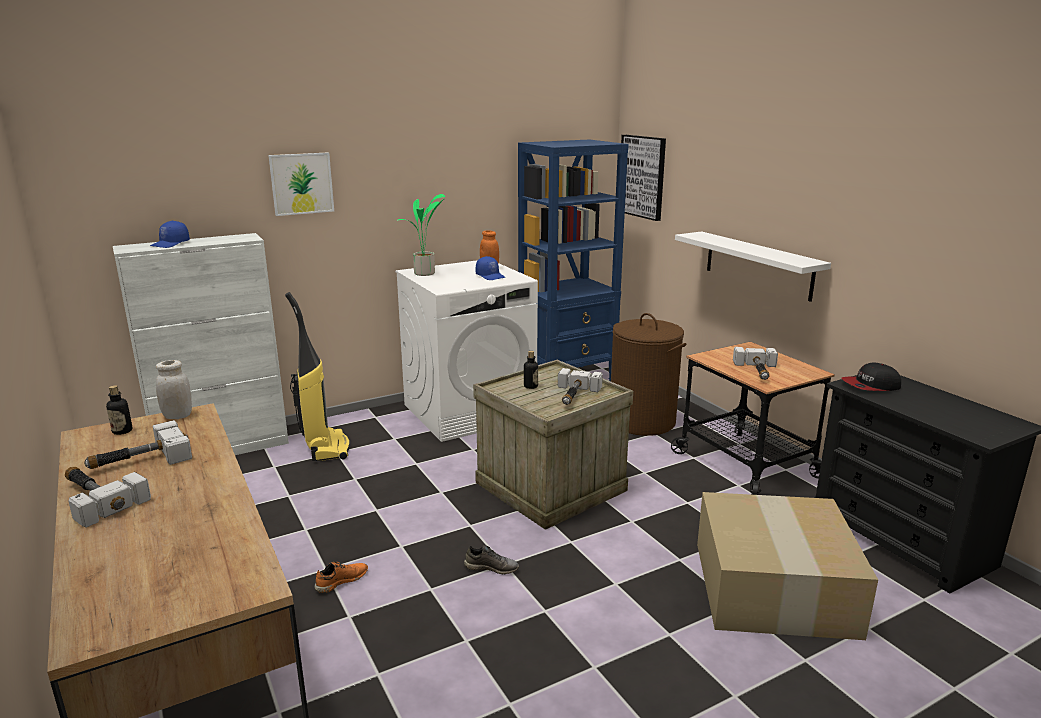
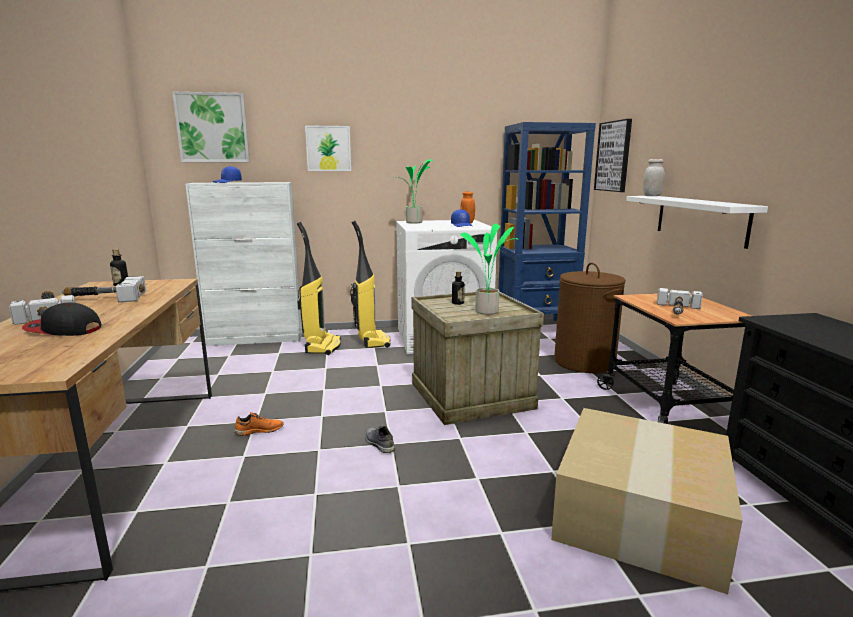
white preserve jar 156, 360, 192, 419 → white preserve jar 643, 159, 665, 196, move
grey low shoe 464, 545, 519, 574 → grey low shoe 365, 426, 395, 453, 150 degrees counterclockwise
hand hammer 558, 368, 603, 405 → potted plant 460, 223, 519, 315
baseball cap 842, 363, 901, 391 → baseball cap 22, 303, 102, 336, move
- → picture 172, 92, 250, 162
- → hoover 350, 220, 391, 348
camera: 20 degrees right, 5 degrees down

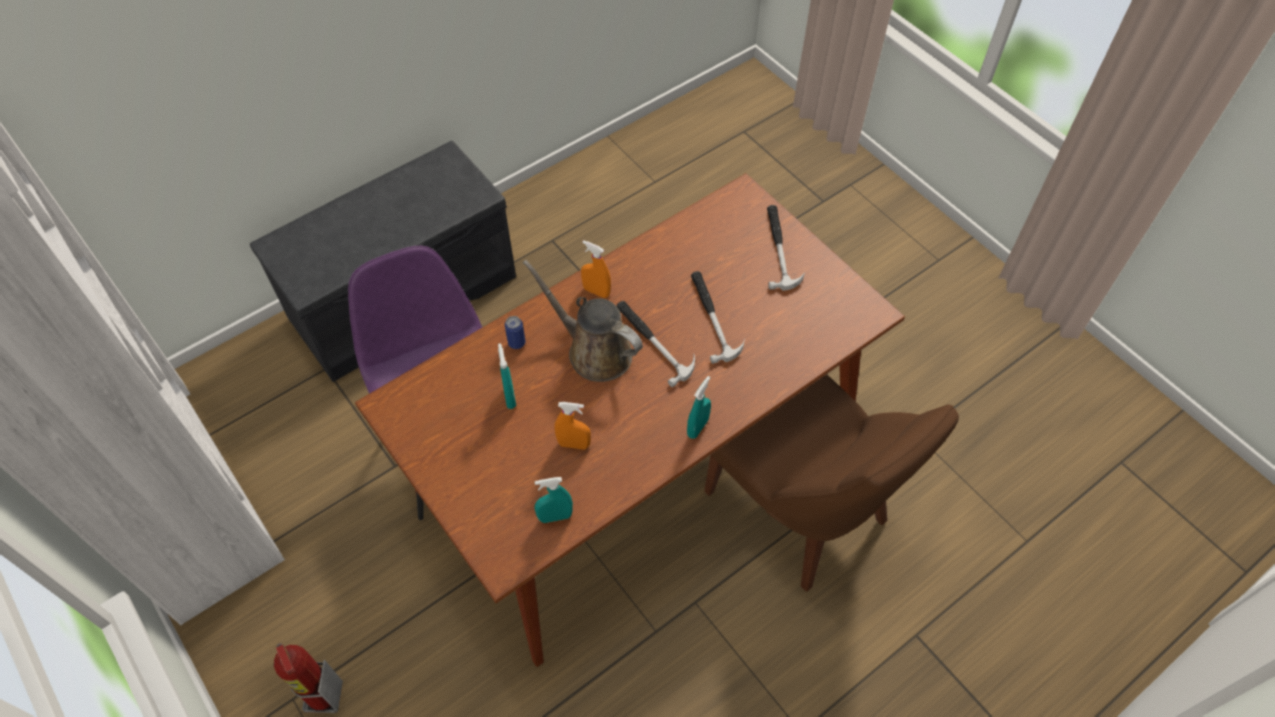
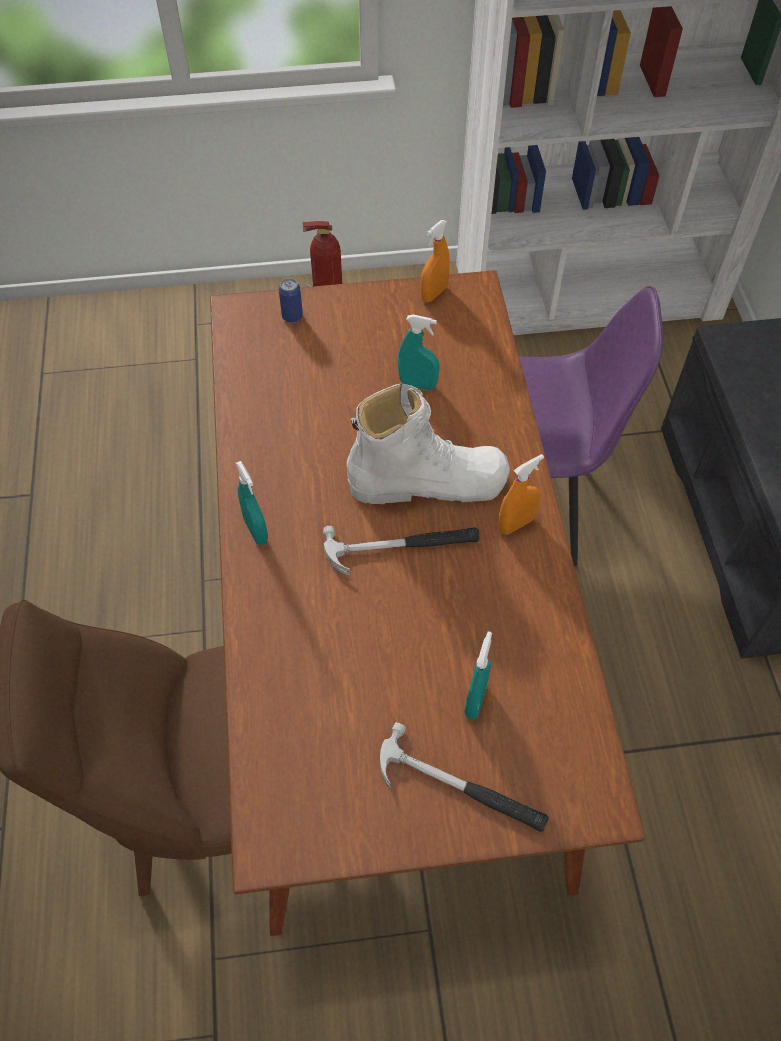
sealed can 505, 316, 526, 349 → sealed can 279, 278, 303, 323, move
brown watering can 523, 259, 643, 382 → white tall boot 347, 383, 510, 504
blue-green hand sprayer 535, 477, 573, 523 → blue-green hand sprayer 464, 631, 492, 719, move
orange hand sprayer 554, 402, 591, 449 → orange hand sprayer 421, 220, 450, 303, move
hand hammer 691, 271, 745, 364 → -
camera: 120 degrees right, 0 degrees up

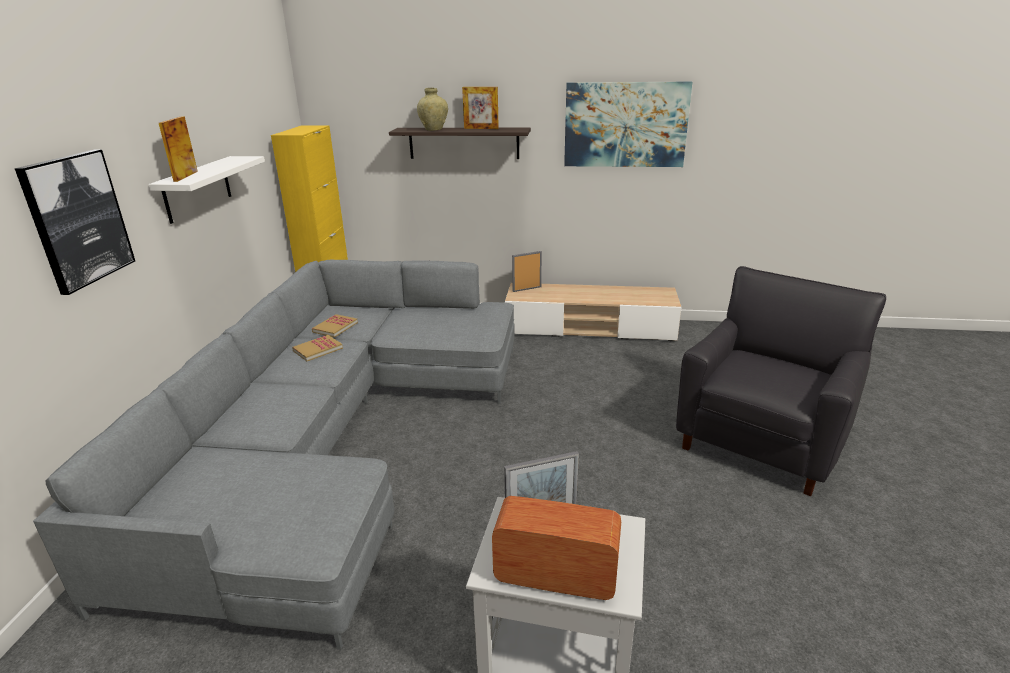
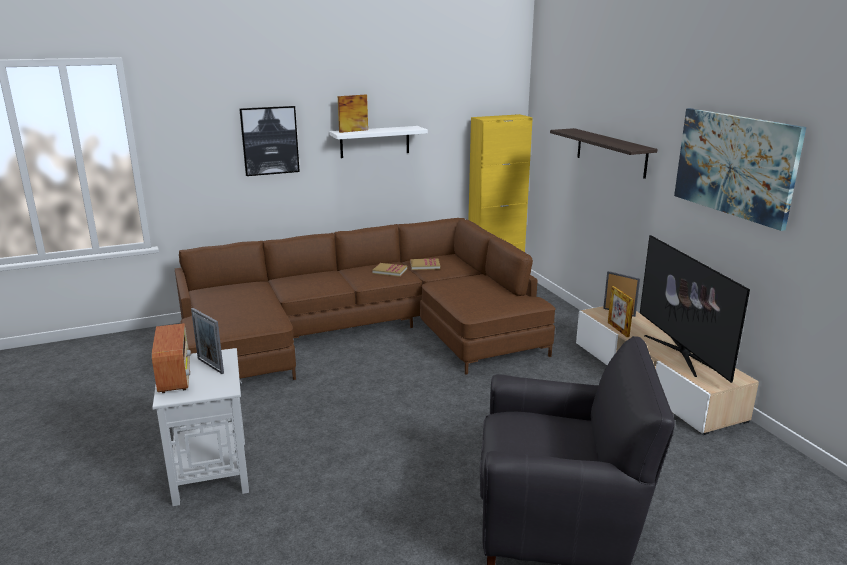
grey sofa 33, 260, 515, 650 → brown sofa 175, 218, 556, 380
sand-coloured vase 417, 88, 448, 131 → -
photo frame 462, 87, 499, 129 → photo frame 608, 286, 634, 337, move
- → television 640, 235, 750, 383
camera: 60 degrees right, 5 degrees down

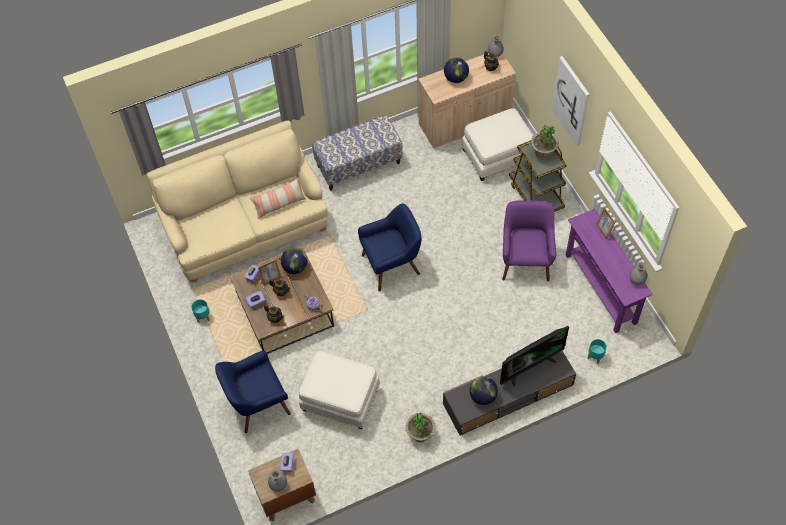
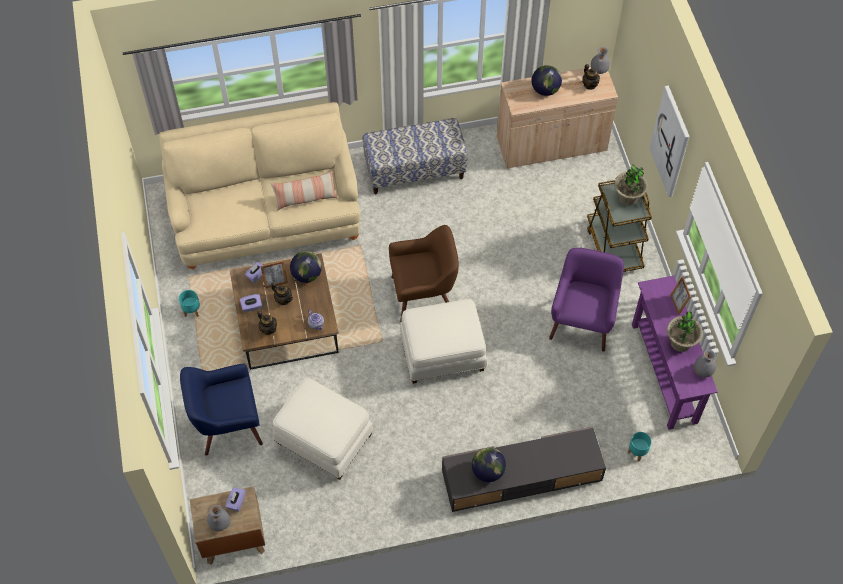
blue easy chair 358, 204, 422, 291 → brown easy chair 389, 225, 459, 322
potted plant 406, 413, 435, 442 → potted plant 667, 312, 703, 352, move
white ottoman 461, 108, 533, 181 → white ottoman 400, 299, 487, 384, move
television 500, 326, 569, 386 → -
camera: 10 degrees right, 0 degrees up

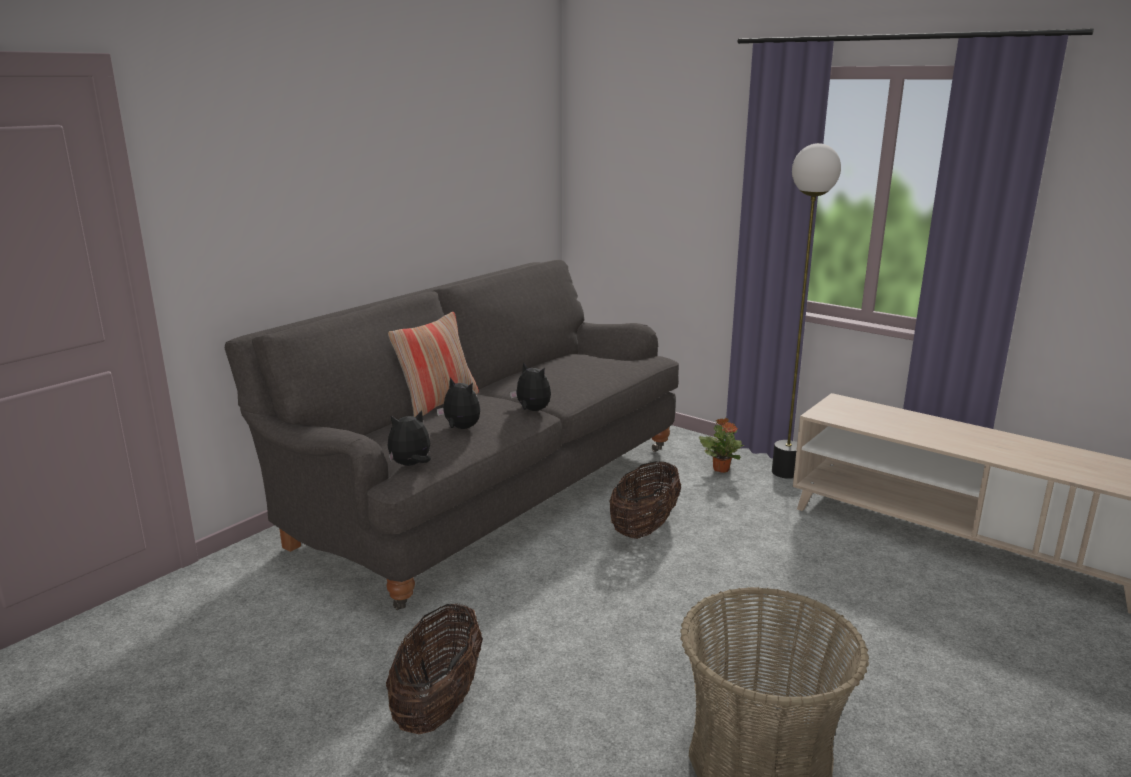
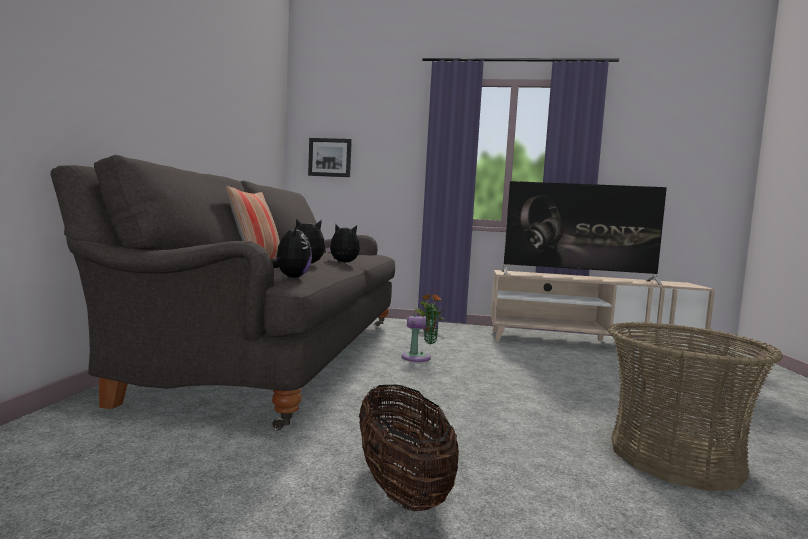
plush toy 388, 410, 431, 466 → plush toy 272, 225, 312, 278, 135 degrees clockwise
household basket 609, 461, 681, 539 → greenish electric fan 402, 304, 438, 362
standing lamp 772, 143, 841, 479 → -
- → picture 308, 138, 352, 177
- → television 502, 181, 667, 285
camera: 30 degrees left, 15 degrees down

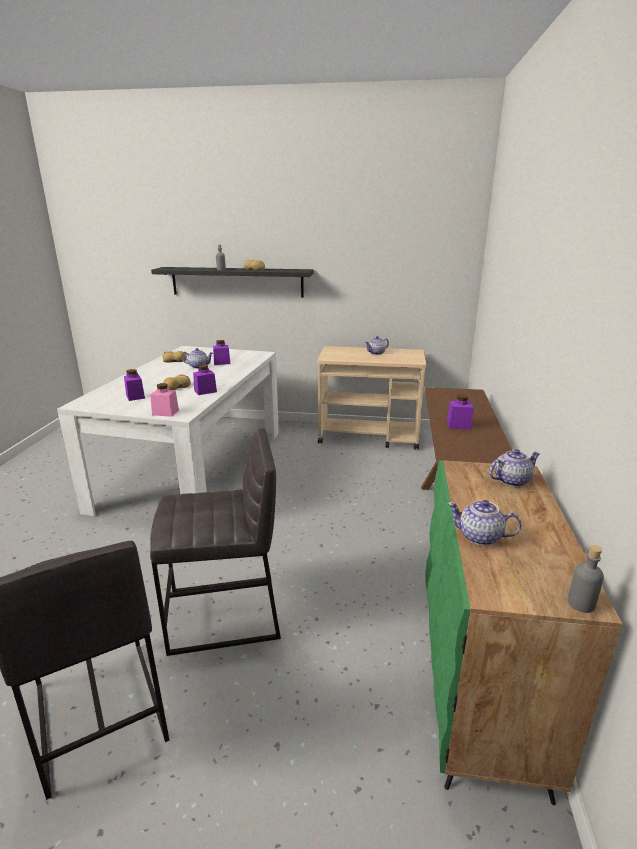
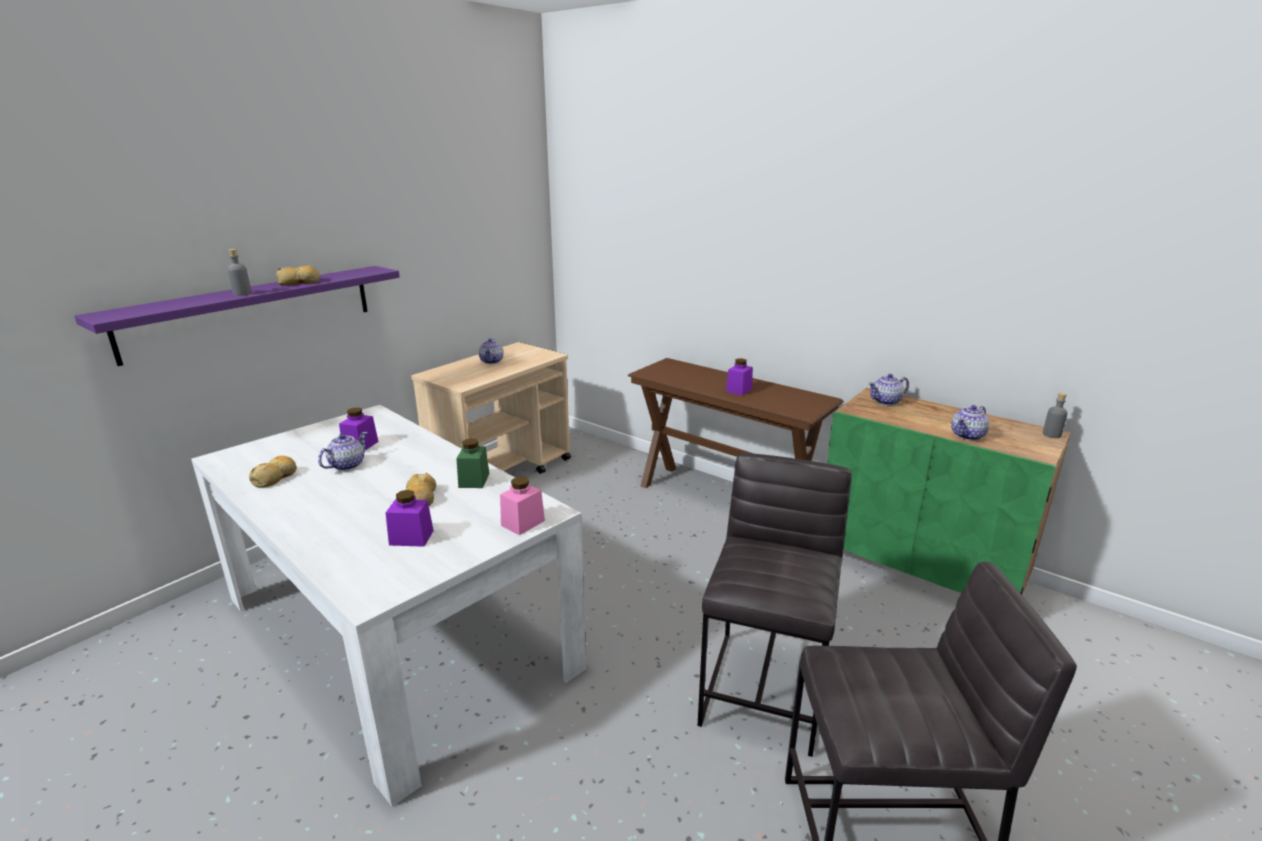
black-coloured bracket shelf 151, 267, 314, 298 → purplish bracket shelf 74, 266, 400, 366
purplish preserve jar 193, 365, 217, 395 → greenish preserve jar 456, 438, 489, 488
teapot 489, 449, 540, 487 → teapot 868, 374, 909, 405, 120 degrees counterclockwise
camera: 60 degrees left, 0 degrees up

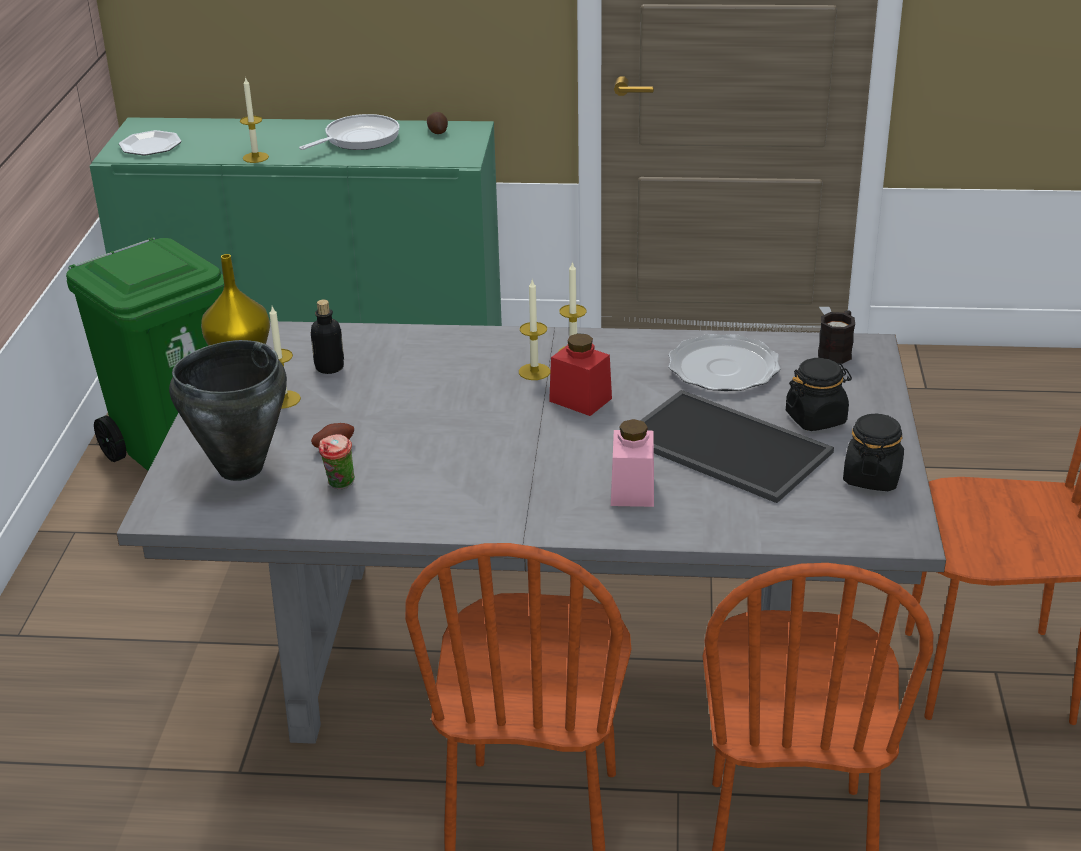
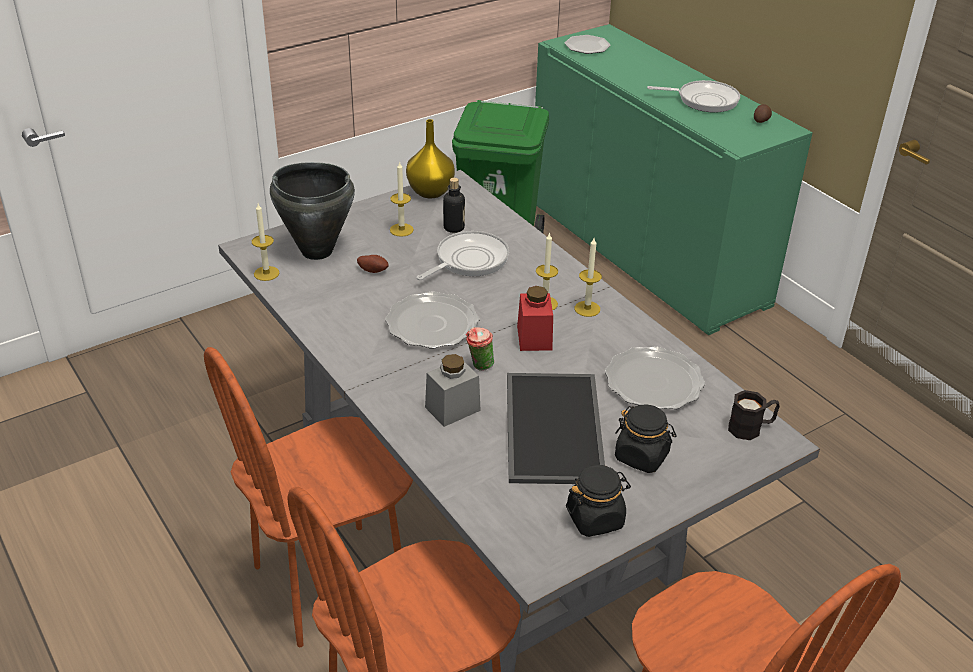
wax light 240, 77, 269, 163 → wax light 252, 204, 279, 281, move
small cup 319, 434, 355, 489 → small cup 466, 327, 494, 371, move
pink preserve jar 611, 419, 654, 507 → grey preserve jar 425, 354, 481, 427
- → dinner plate 385, 292, 479, 348
- → skillet 417, 231, 509, 280
camera: 50 degrees right, 5 degrees up

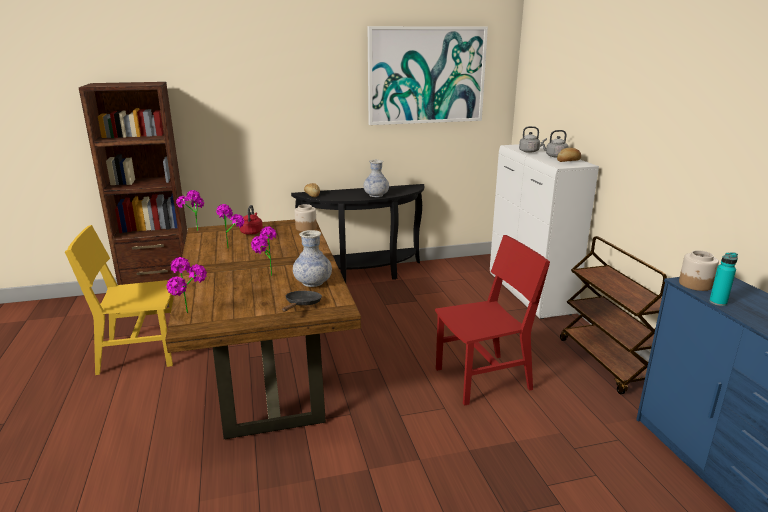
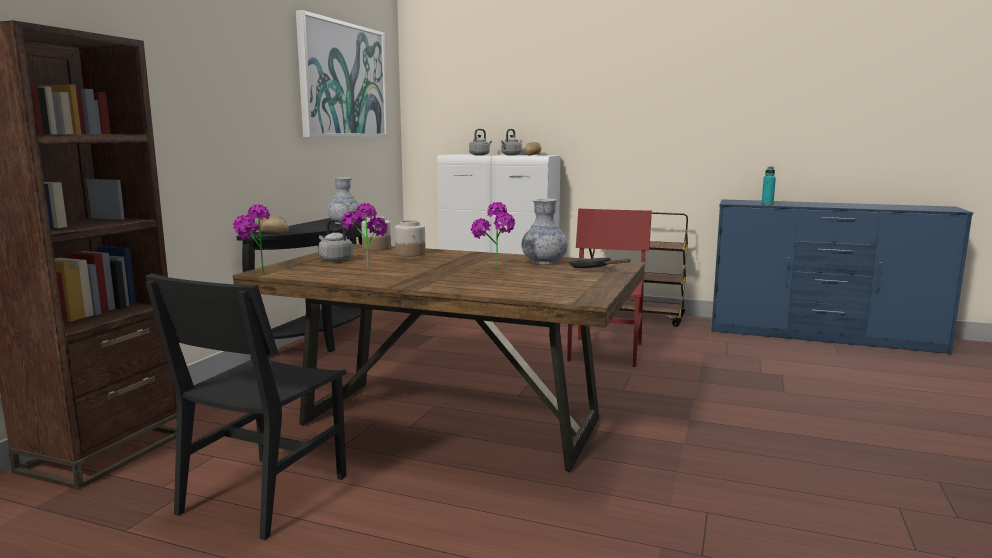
yellow chair 65, 225, 174, 375 → black-coloured chair 145, 273, 347, 540
potted plant 166, 257, 207, 313 → -
reddish tea kettle 239, 205, 263, 235 → grey tea kettle 319, 219, 353, 262
preserve jar 679, 250, 719, 291 → preserve jar 395, 220, 426, 256, move
camera: 55 degrees left, 10 degrees down

